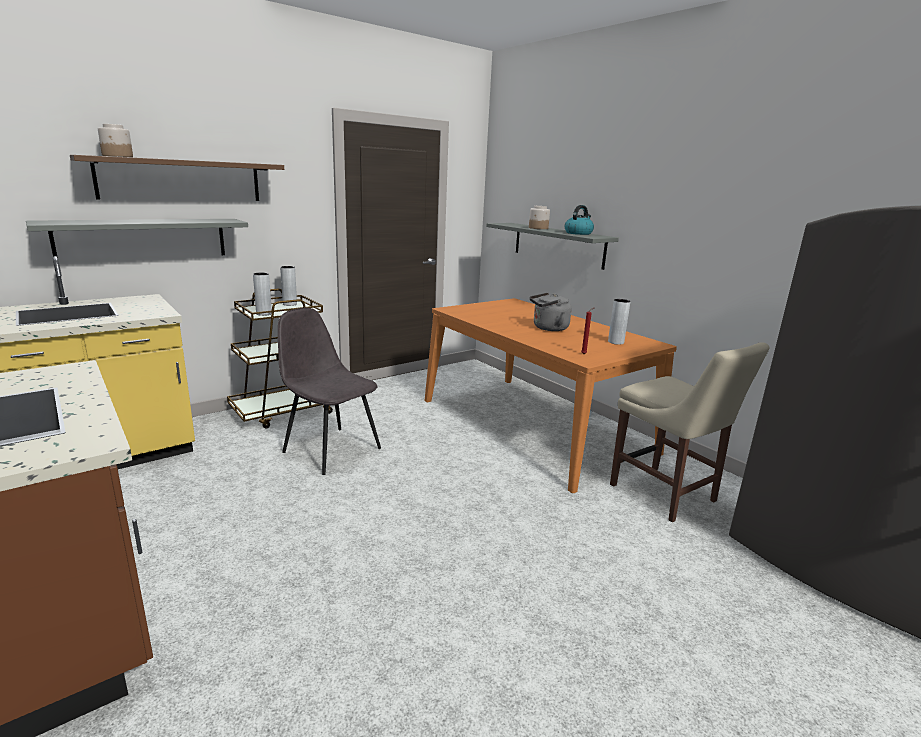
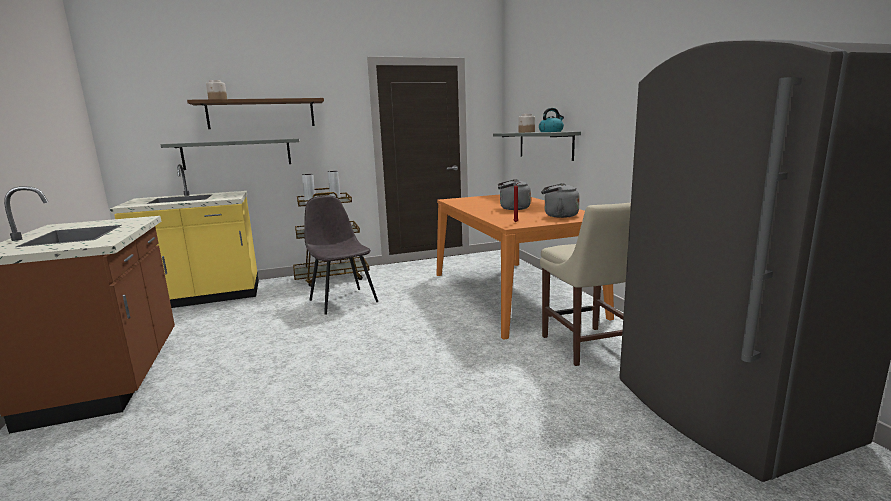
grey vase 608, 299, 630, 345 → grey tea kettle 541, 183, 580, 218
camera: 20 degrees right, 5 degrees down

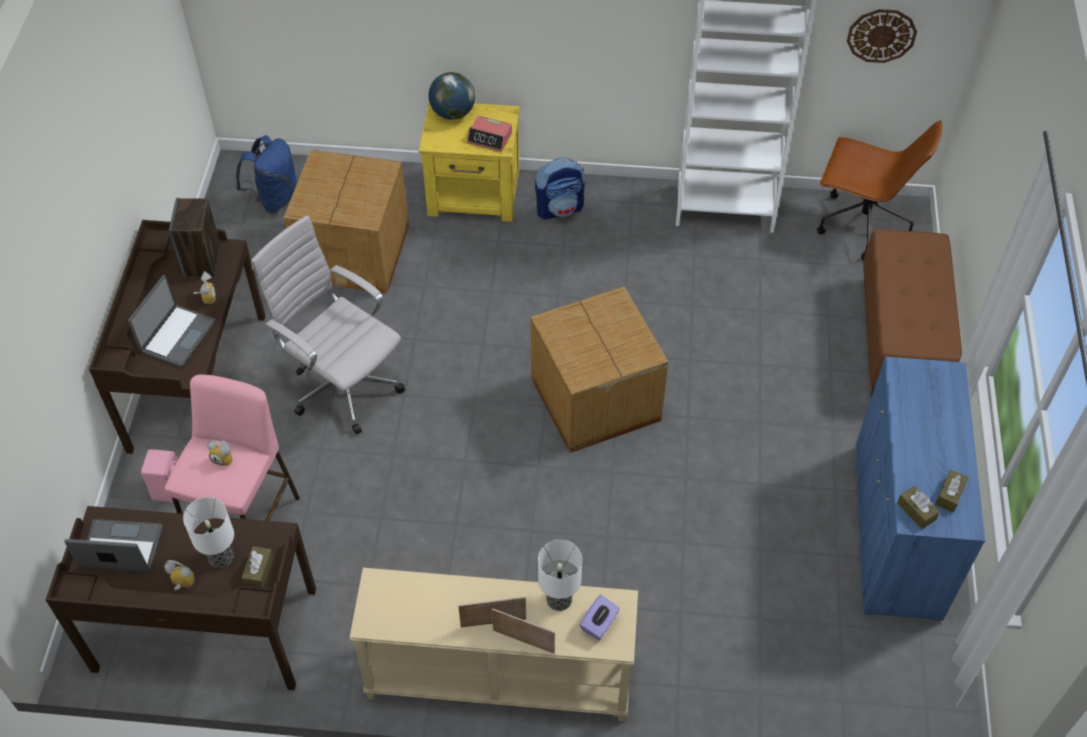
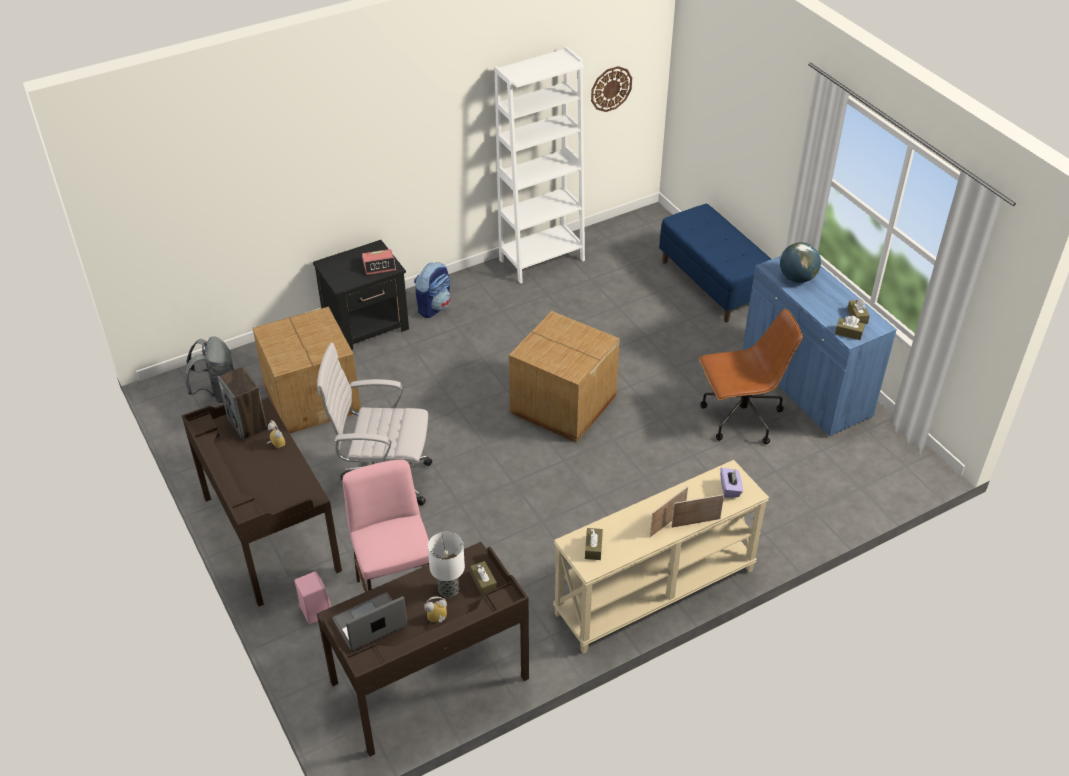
laptop 128, 275, 216, 367 → -
bedside clock 207, 440, 233, 467 → -
blue backpack 236, 135, 297, 214 → grey backpack 185, 336, 234, 403
yellow bedside table 419, 102, 520, 222 → black-coloured bedside table 313, 240, 409, 350
world globe 428, 72, 475, 120 → world globe 780, 242, 821, 283, move
lamp for a table 538, 540, 582, 611 → -
brown computer chair 817, 120, 943, 260 → brown computer chair 699, 309, 803, 444, move
brown indoor bench 863, 229, 962, 397 → blue indoor bench 659, 204, 771, 322
- → brown tissue holder 585, 528, 603, 560
camera: 35 degrees left, 10 degrees down

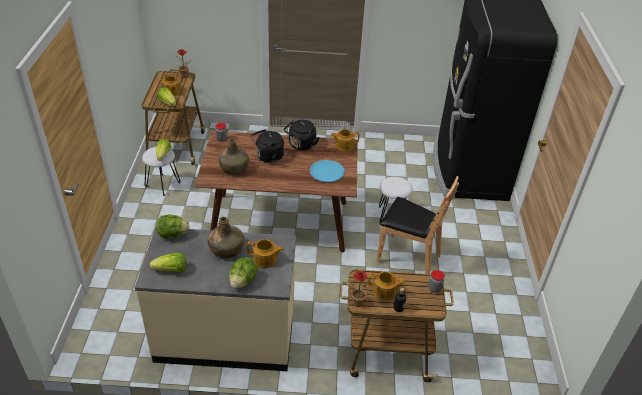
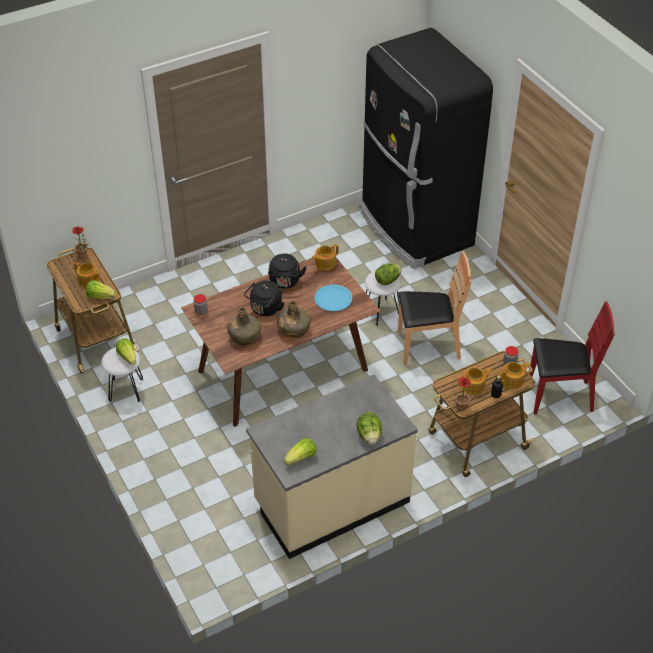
lettuce 156, 214, 190, 238 → lettuce 375, 263, 401, 285, move
greenish drink bottle 207, 217, 244, 258 → greenish drink bottle 277, 301, 311, 338, move
teapot 247, 239, 284, 268 → teapot 498, 362, 531, 389, move
- → reddish chair 529, 301, 615, 414
camera: 30 degrees left, 5 degrees up

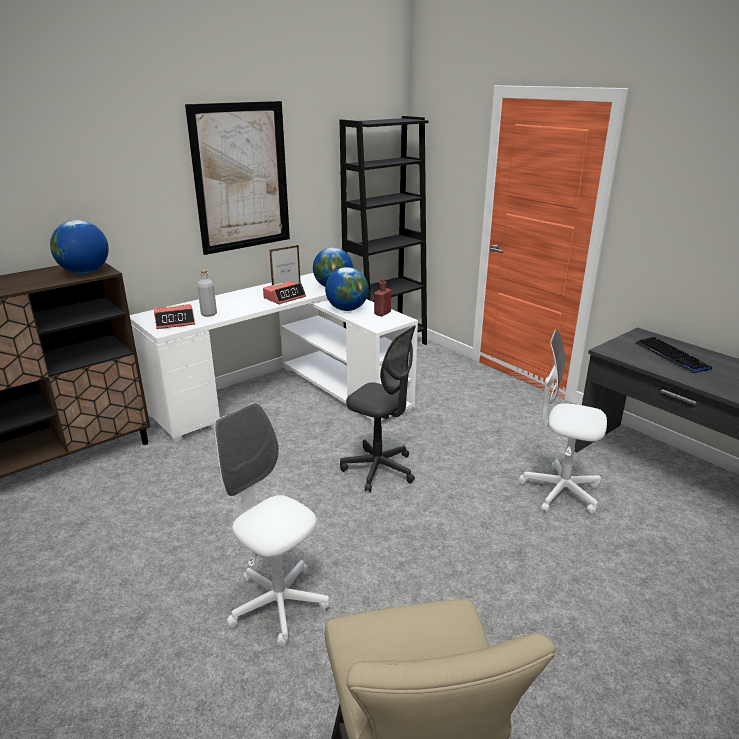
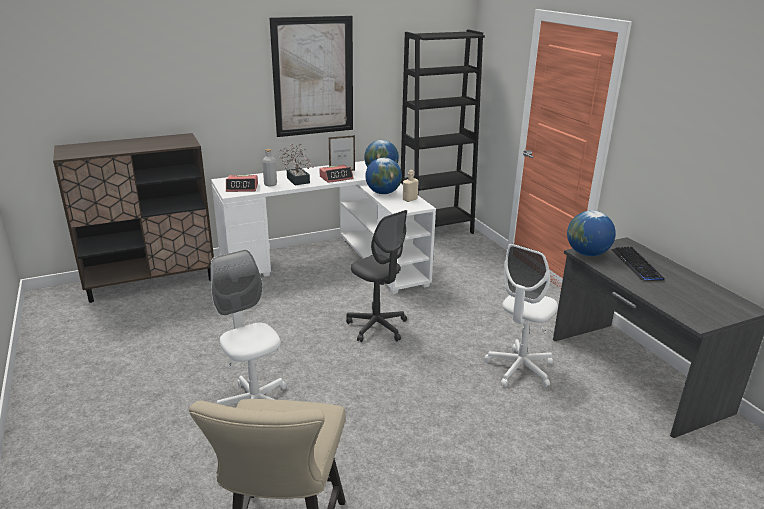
world globe 50, 220, 109, 274 → world globe 567, 210, 616, 256, move
reddish drink bottle 374, 278, 391, 316 → sand-coloured drink bottle 403, 170, 419, 202
white computer chair 519, 329, 607, 515 → white computer chair 484, 243, 558, 388, 90 degrees counterclockwise
- → potted plant 278, 143, 314, 185
camera: 15 degrees right, 0 degrees up

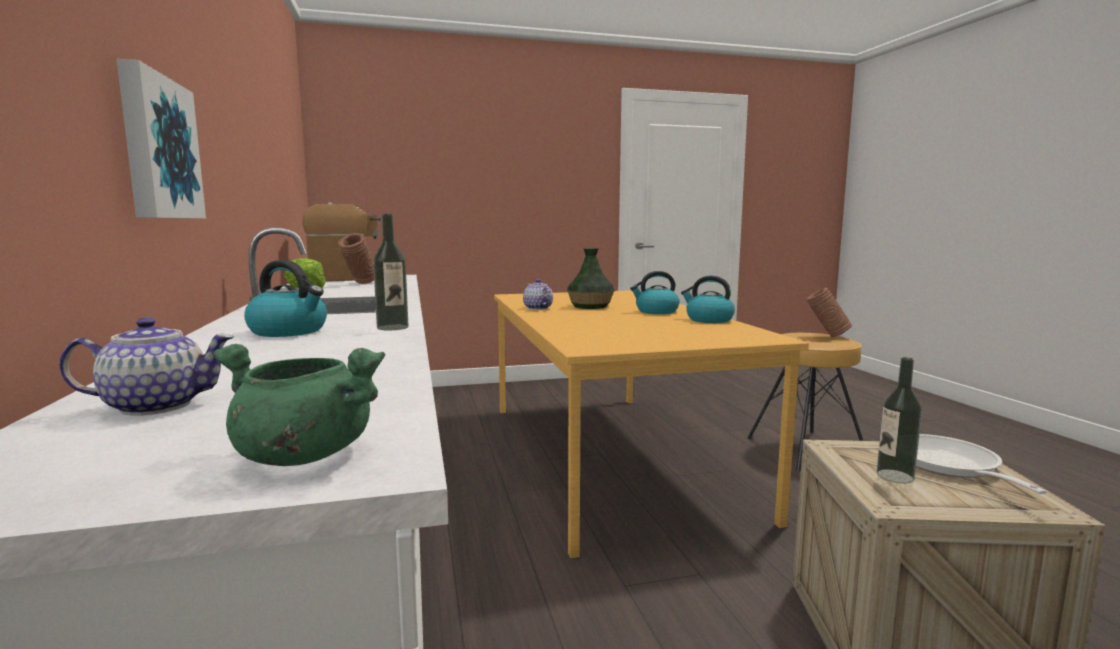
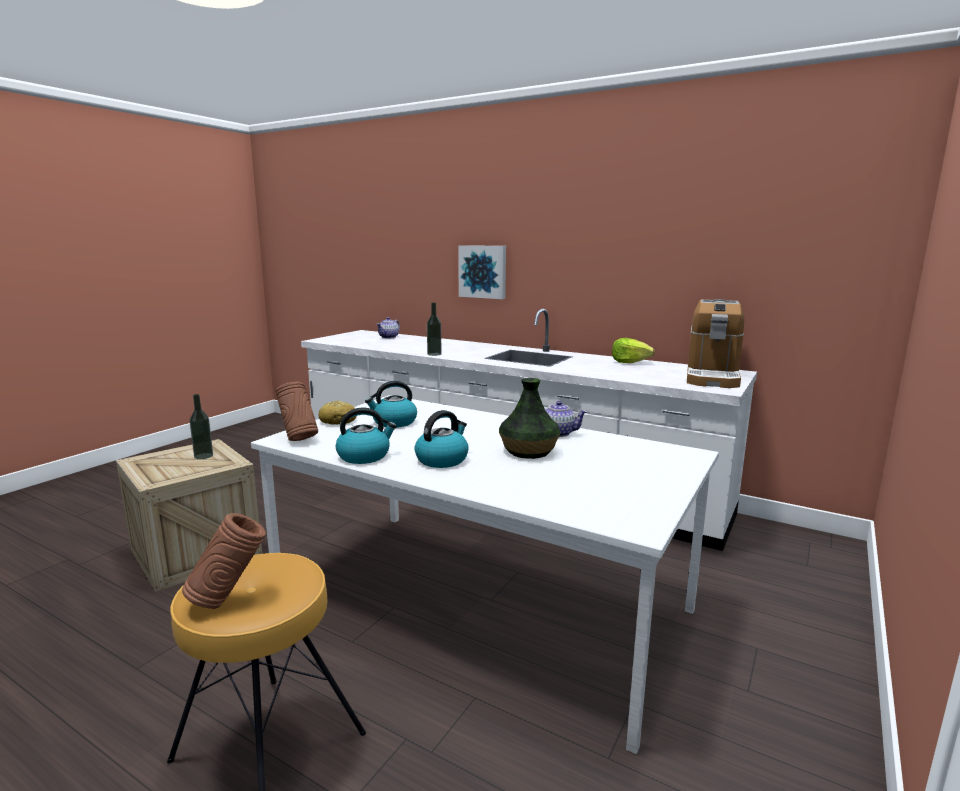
greenish cooking pot 213, 344, 385, 466 → -
tea kettle 244, 260, 327, 337 → tea kettle 365, 381, 417, 428, move
brown vase 338, 233, 374, 284 → brown vase 275, 382, 318, 441, move
orange dining table 494, 290, 809, 558 → white dining table 251, 395, 719, 754
skillet 916, 434, 1047, 494 → -
- → bakery bread 318, 400, 357, 425
camera: 135 degrees right, 5 degrees up

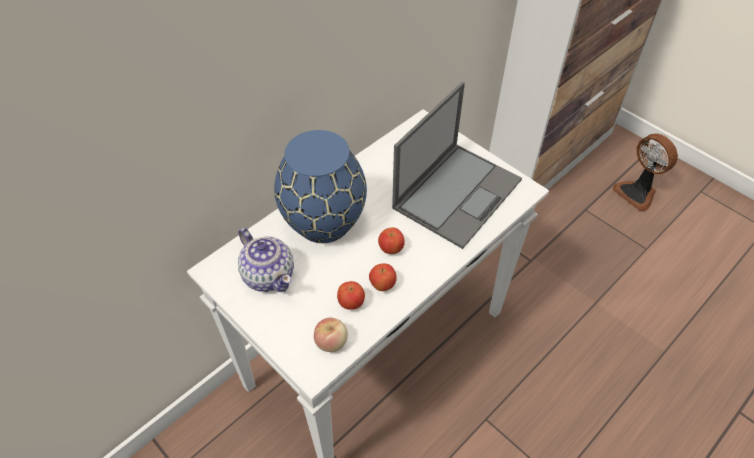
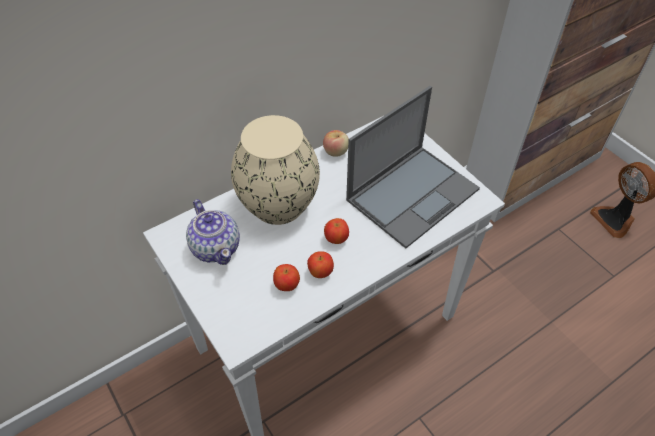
blue vase 274, 130, 367, 243 → sand-coloured vase 231, 115, 320, 225
apple 314, 317, 348, 352 → apple 323, 130, 349, 157, move
camera: 10 degrees right, 0 degrees up

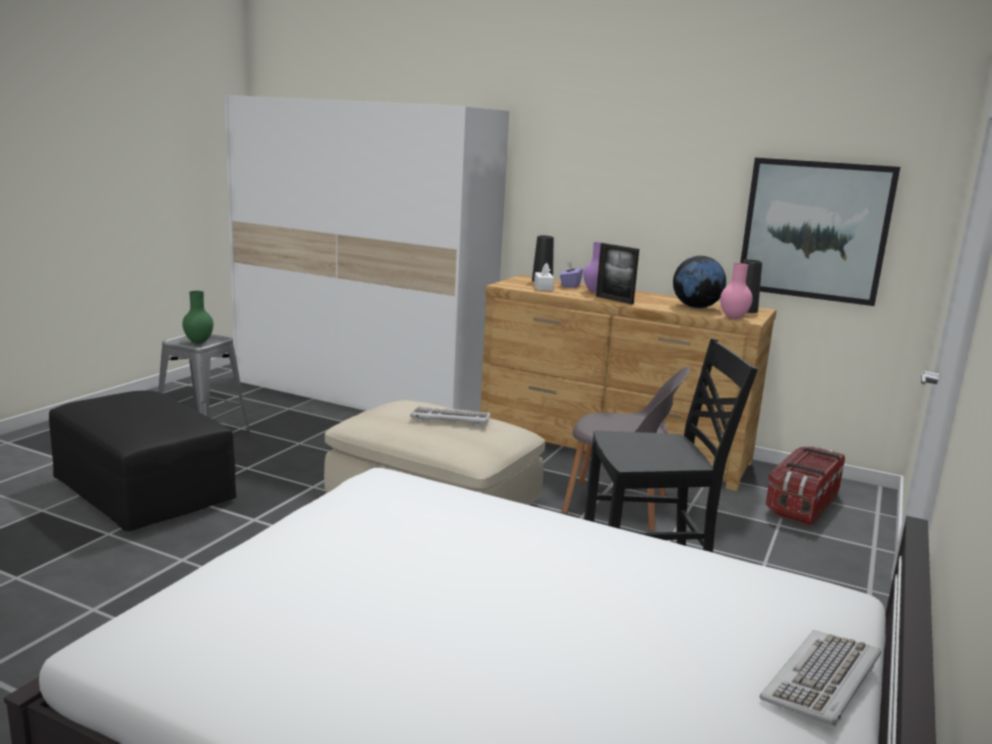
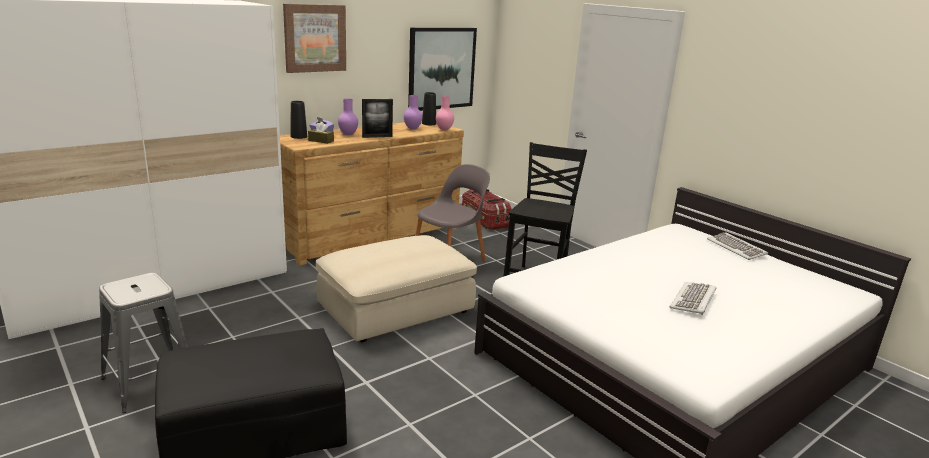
greenish vase 182, 291, 213, 344 → -
keyboard 410, 407, 491, 427 → keyboard 670, 282, 716, 315, move
white tissue holder 534, 263, 554, 291 → brown tissue holder 308, 122, 334, 144
world globe 673, 256, 726, 308 → purplish vase 404, 95, 422, 130
- → picture 283, 4, 346, 73
camera: 65 degrees left, 5 degrees up

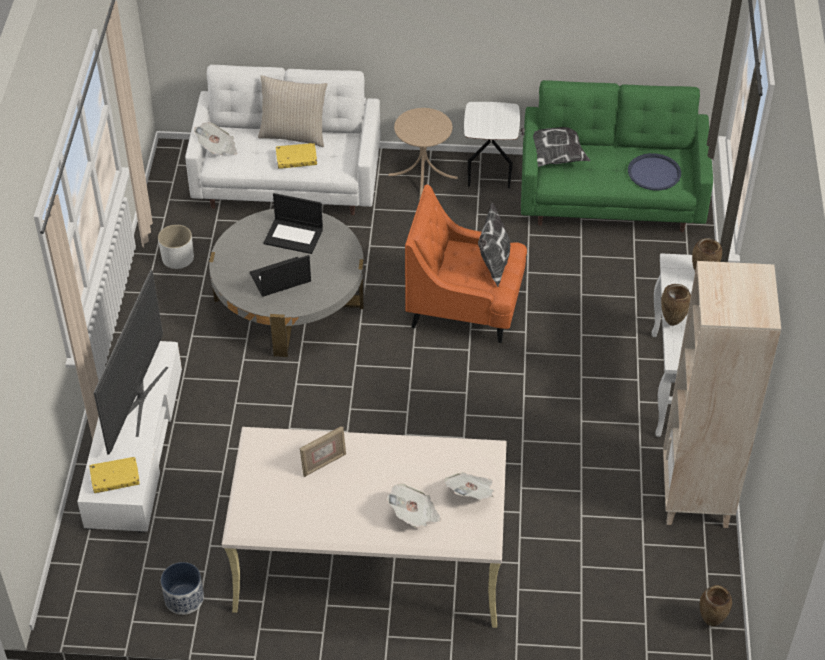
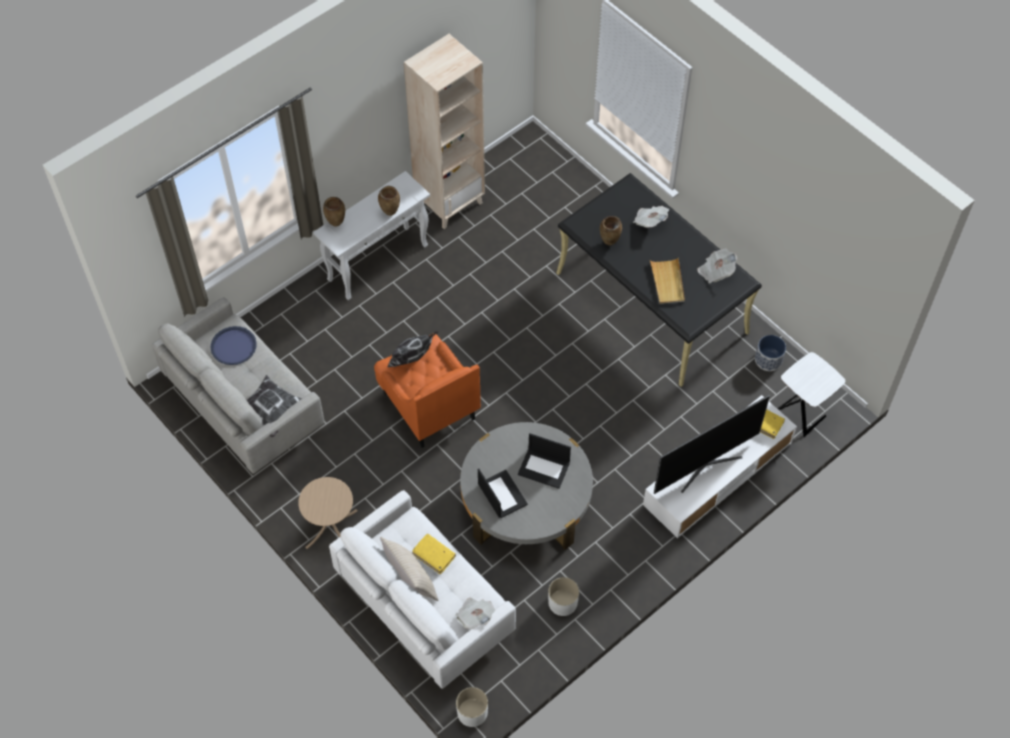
sand-coloured desk 222, 427, 507, 628 → black-coloured desk 556, 173, 762, 387
photo frame 300, 426, 346, 477 → sand-coloured carrying tray 650, 258, 685, 304
newspaper 444, 472, 494, 499 → newspaper 697, 248, 738, 284, move
white accent table 464, 102, 520, 188 → white accent table 777, 352, 845, 437, move
greenish sofa 521, 80, 713, 232 → grey sofa 152, 297, 325, 474
brown vase 700, 585, 732, 626 → brown vase 600, 216, 622, 246, move
- → white planter 456, 687, 488, 727
camera: 135 degrees left, 10 degrees up

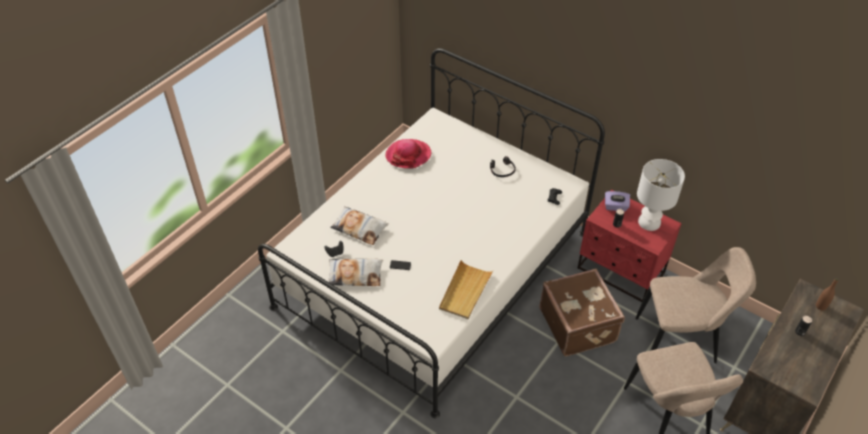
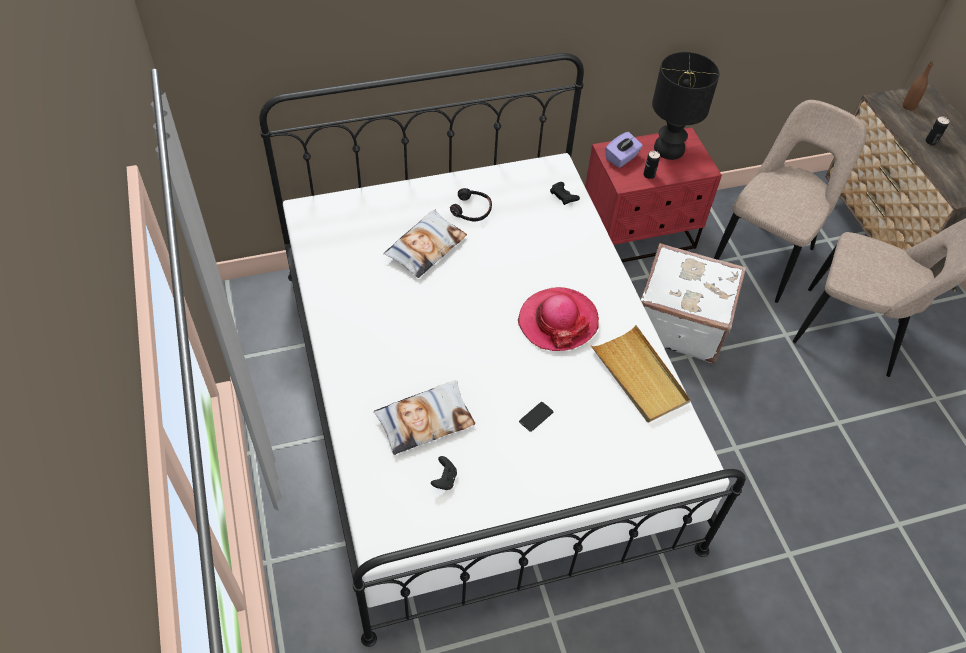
pillow 328, 259, 383, 286 → pillow 384, 210, 467, 278, move
clothing hat 385, 139, 431, 169 → clothing hat 518, 287, 599, 351, move
brown travel case 539, 269, 625, 357 → white travel case 641, 243, 746, 363
white lamp for a table 637, 159, 685, 231 → black-coloured lamp for a table 652, 52, 720, 160
camera: 55 degrees left, 5 degrees up

